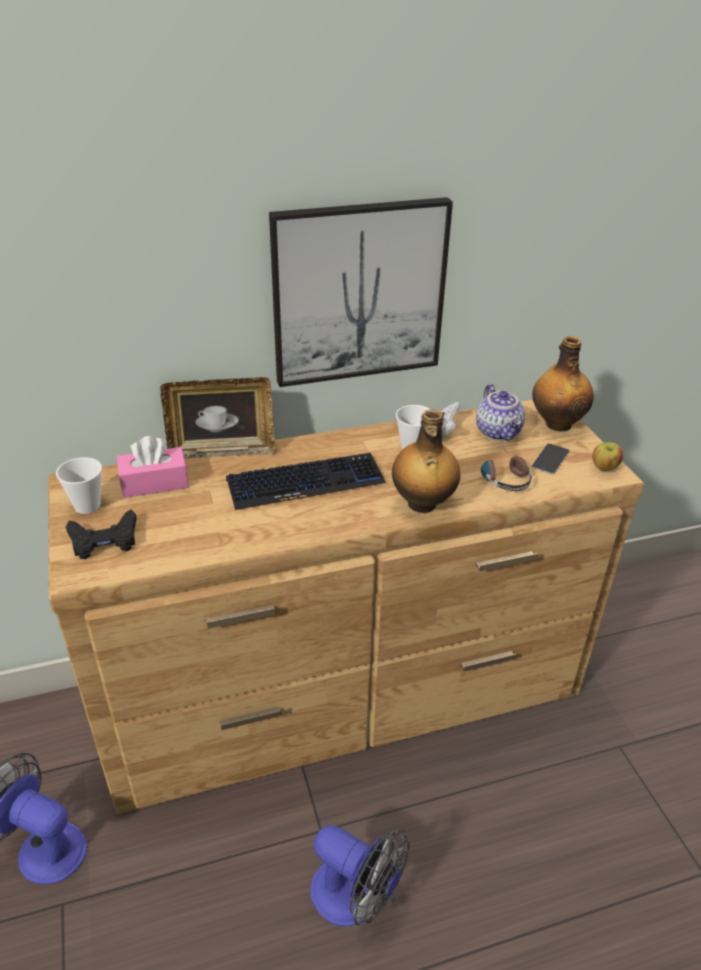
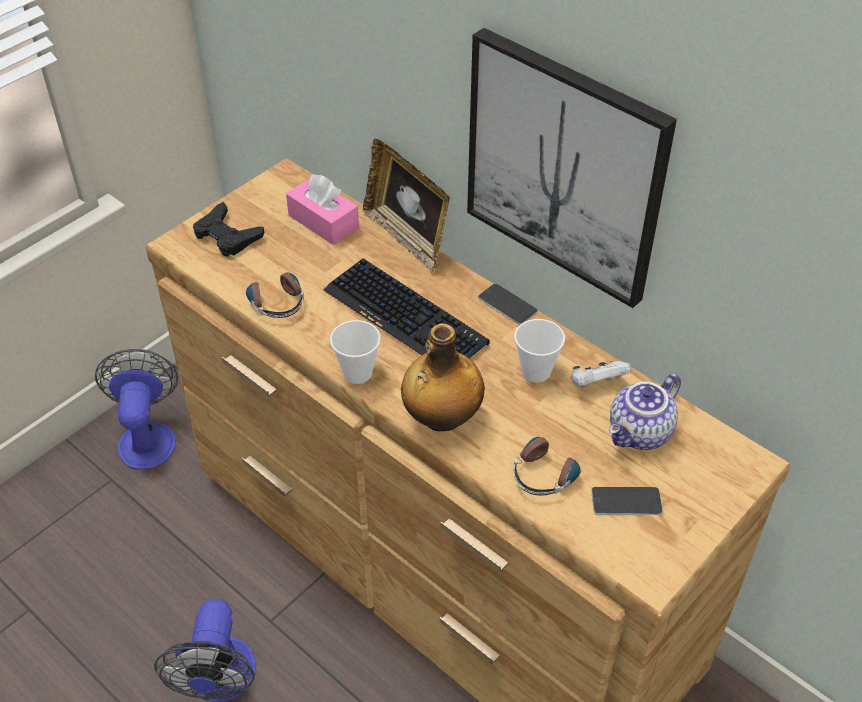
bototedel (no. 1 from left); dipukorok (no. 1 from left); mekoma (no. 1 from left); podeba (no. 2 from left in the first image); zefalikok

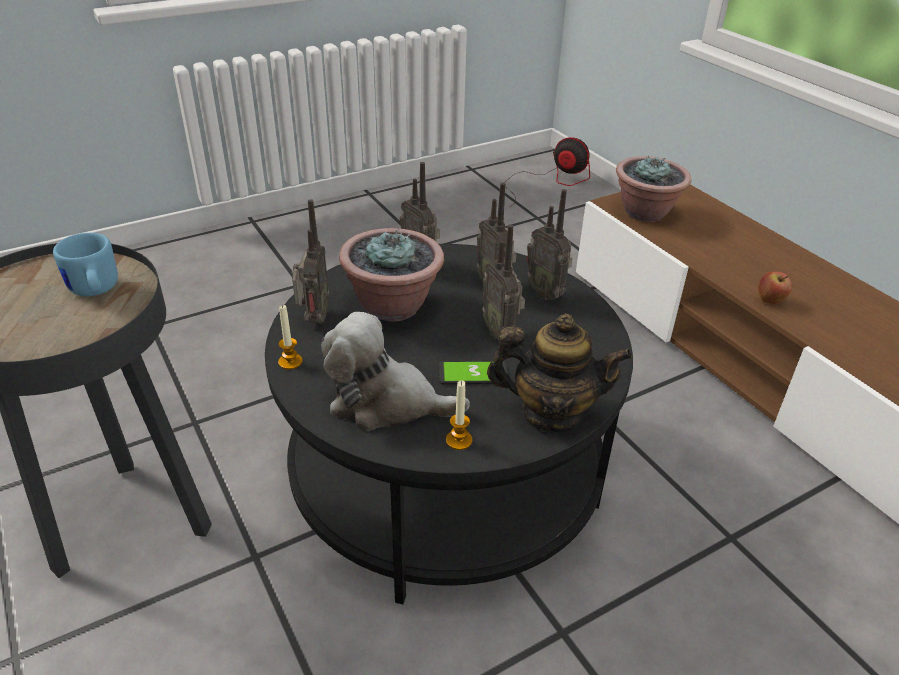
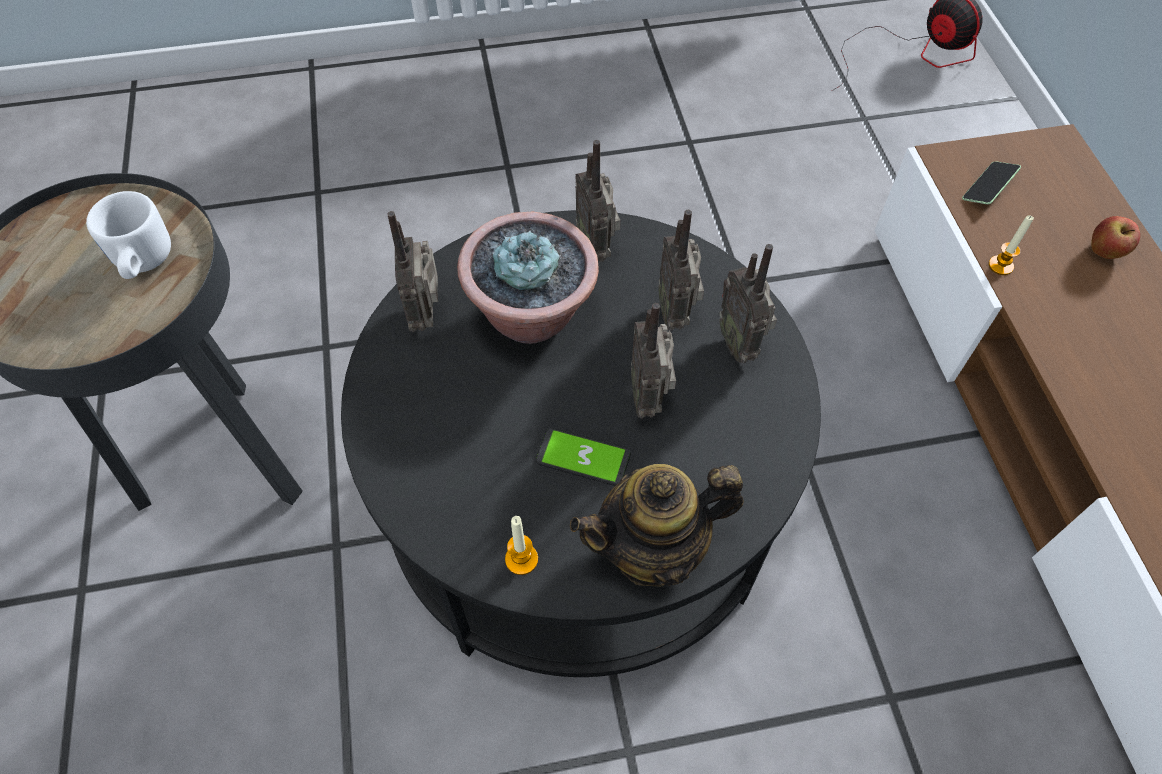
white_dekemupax; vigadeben (no. 1 from left); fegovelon; mekoma (no. 2 from left); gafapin (no. 2 from left); zefalikok; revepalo

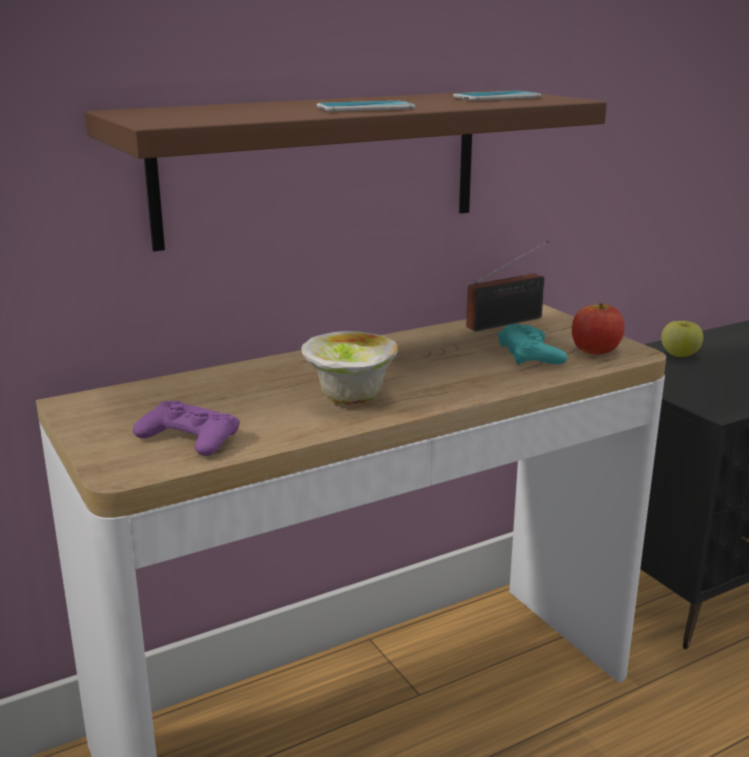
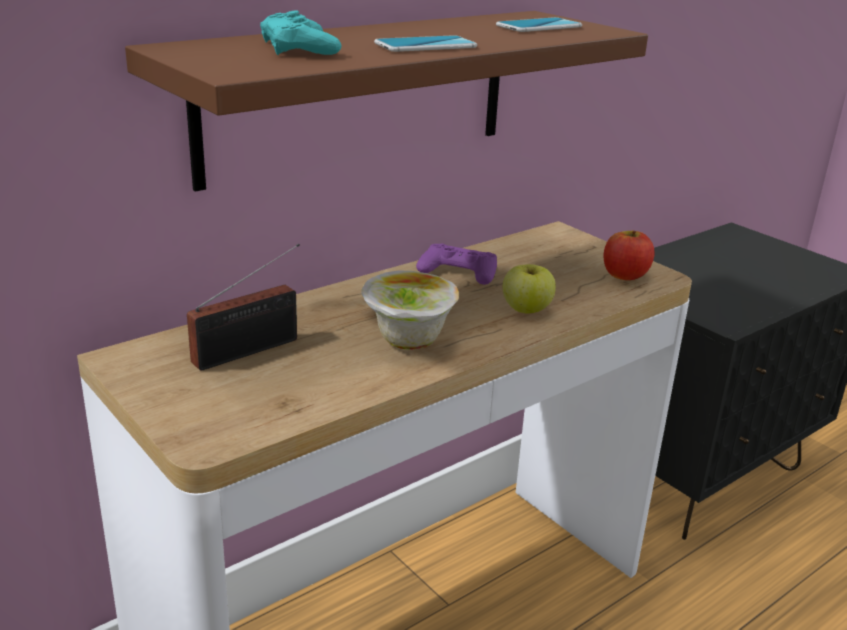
vigadeben; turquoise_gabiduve; purple_gabiduve; zefalikok (no. 1 from left)

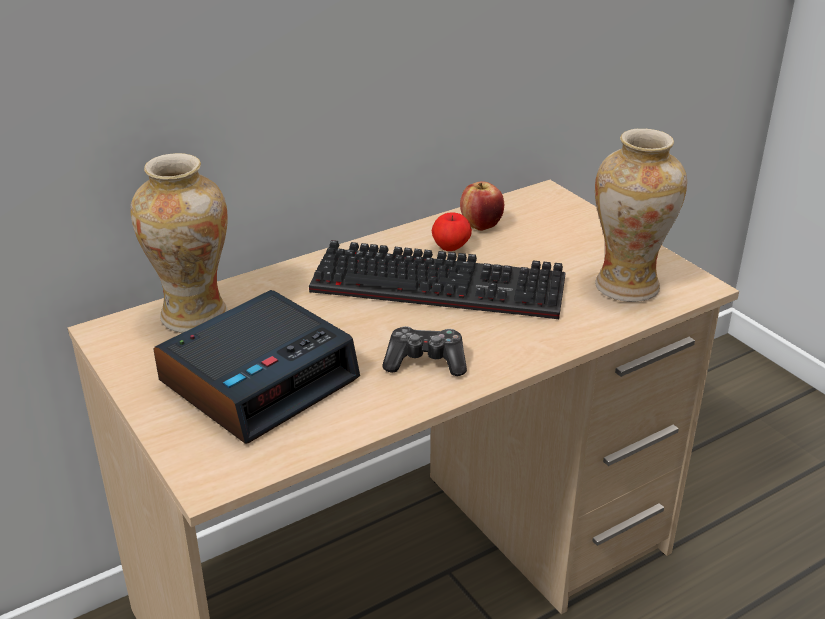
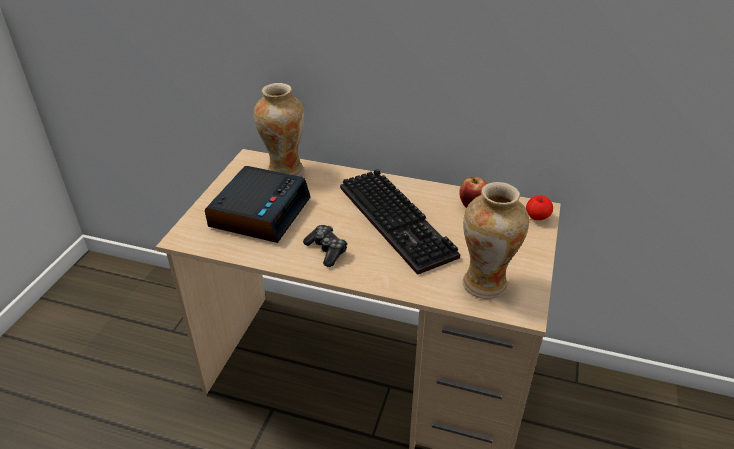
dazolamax; zefalikok (no. 2 from left)

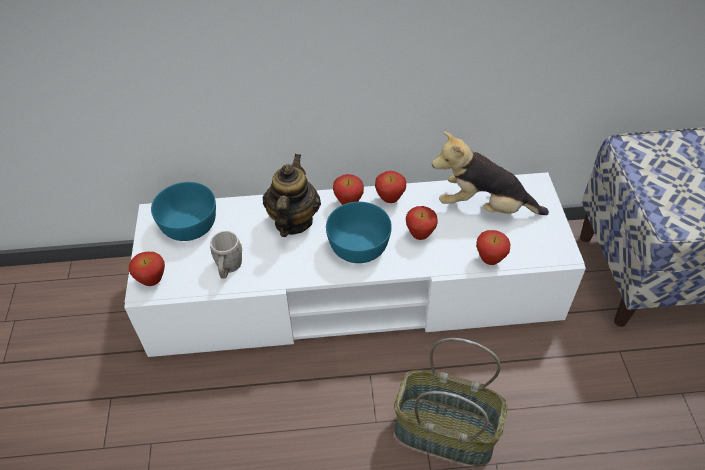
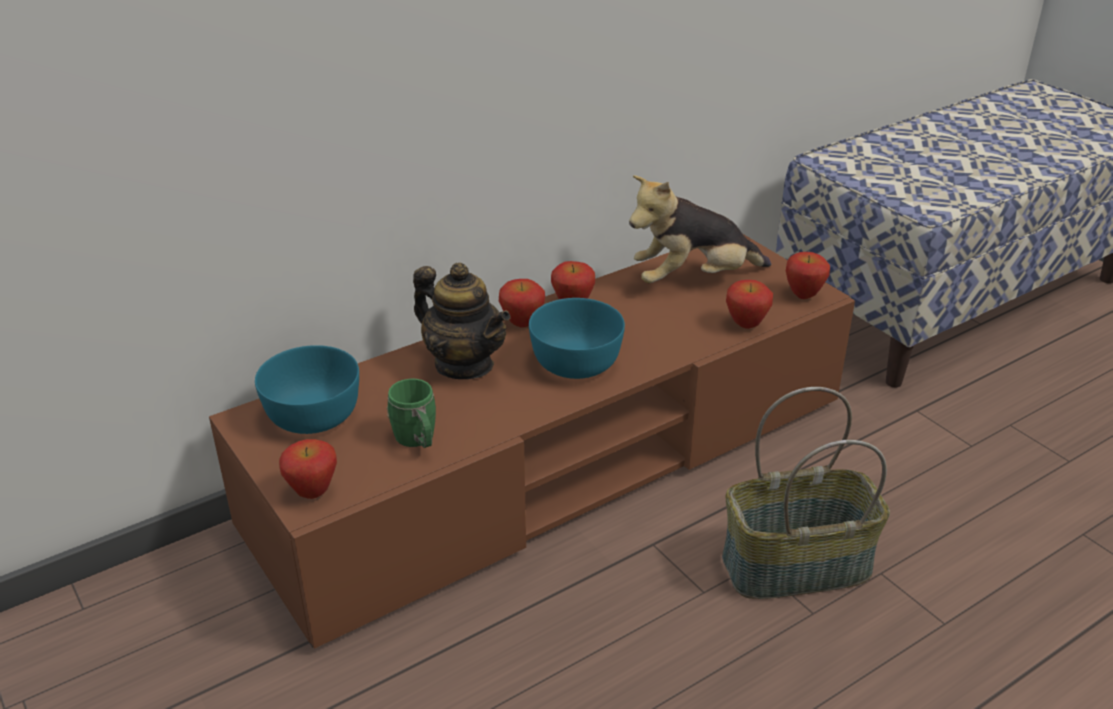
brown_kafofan; green_dekemupax; fegovelon; zefalikok (no. 5 from left)

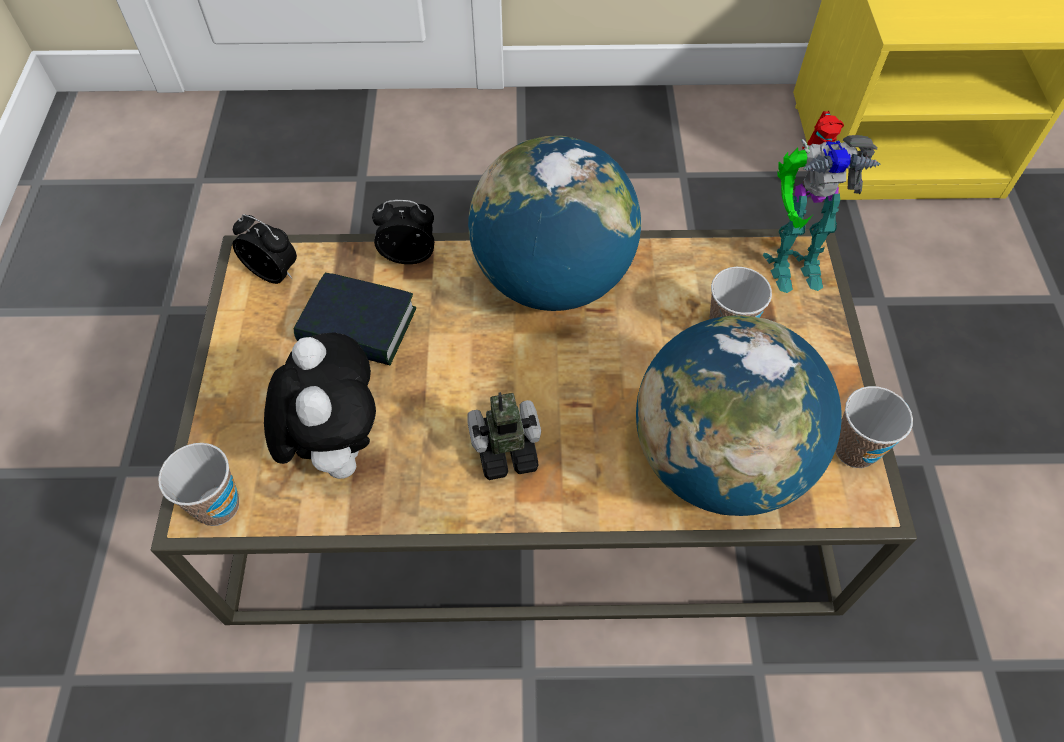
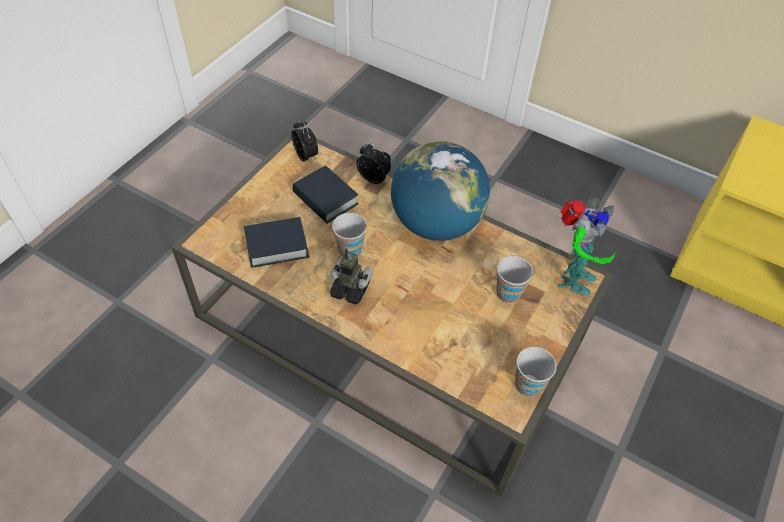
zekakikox (no. 1 from left); dipukorok (no. 1 from left); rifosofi (no. 2 from left); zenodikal (no. 2 from left in the first image)

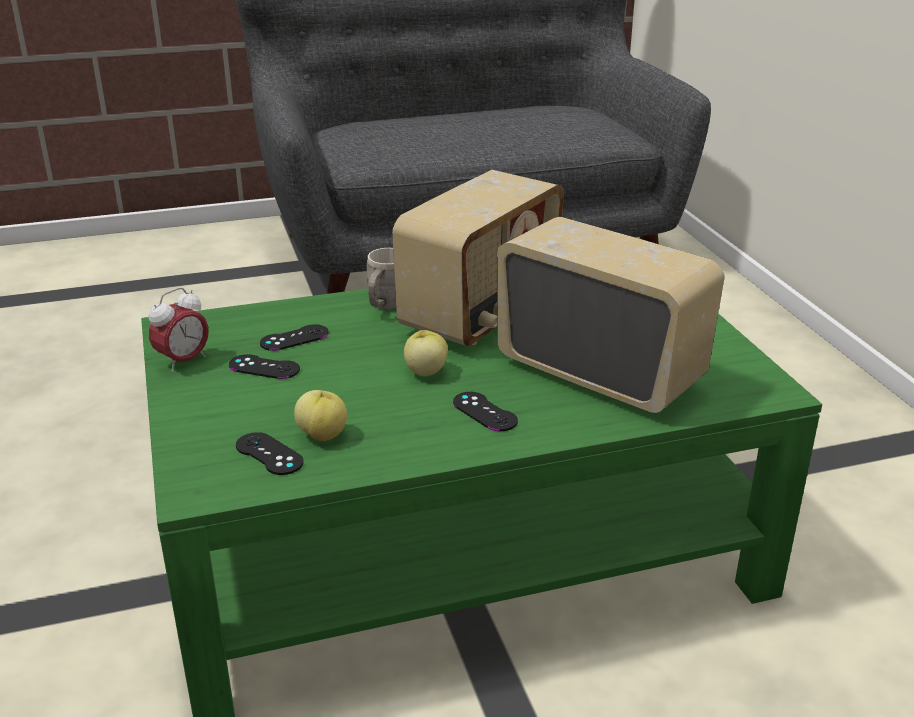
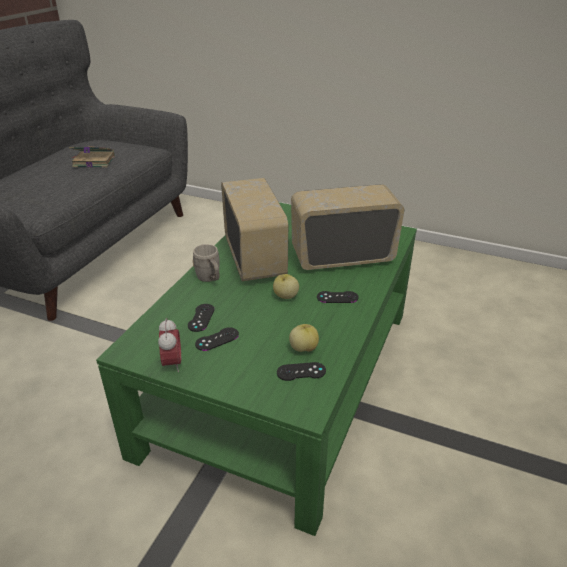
zekakikox

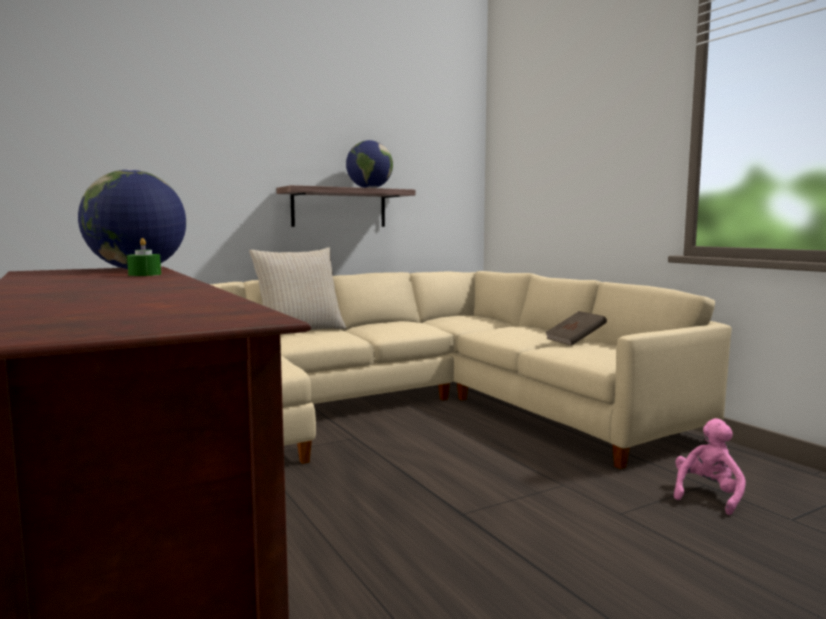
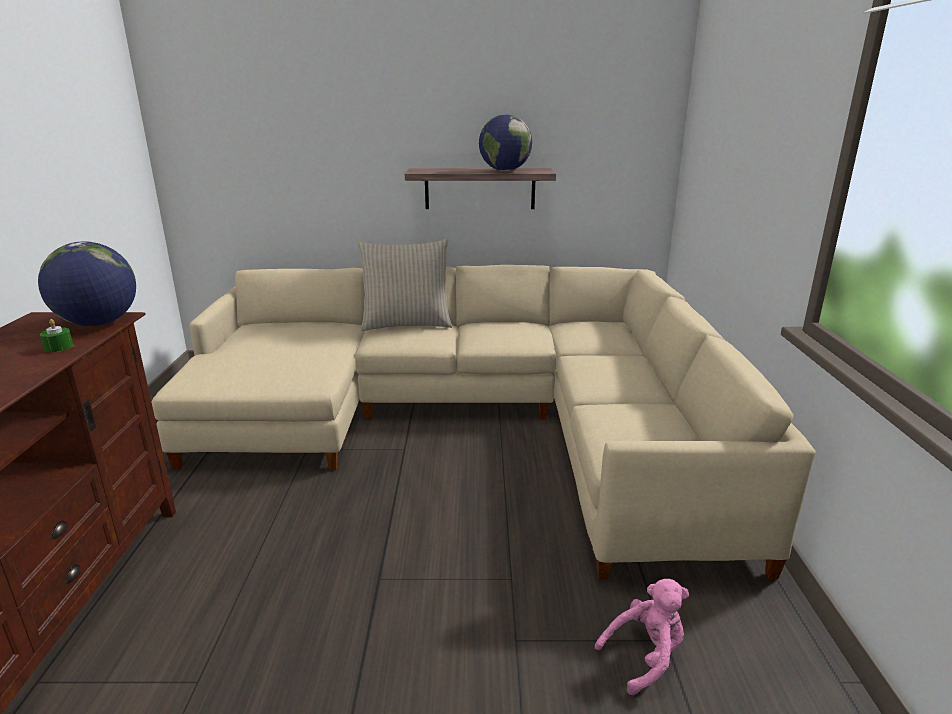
brown_zekakikox

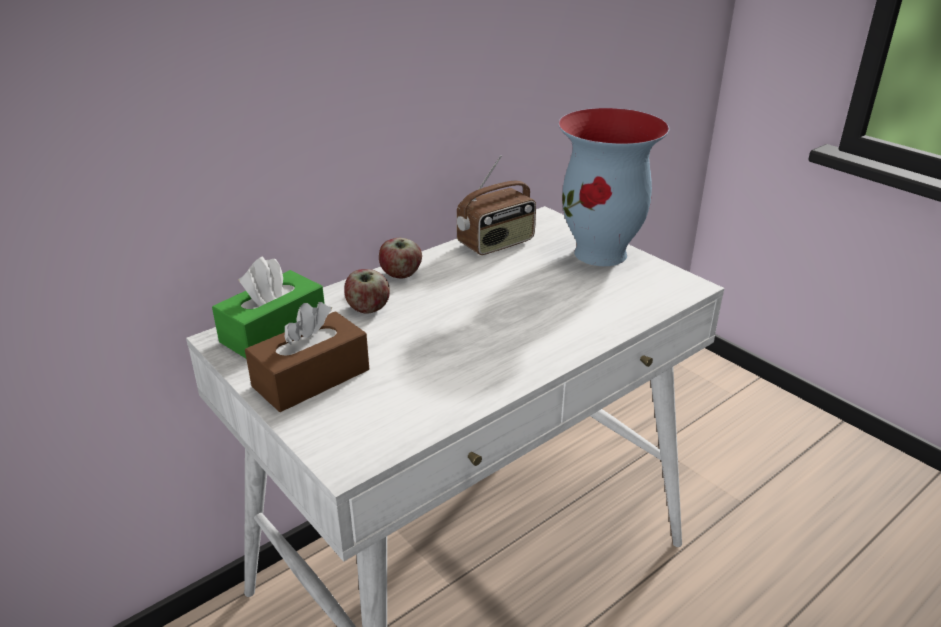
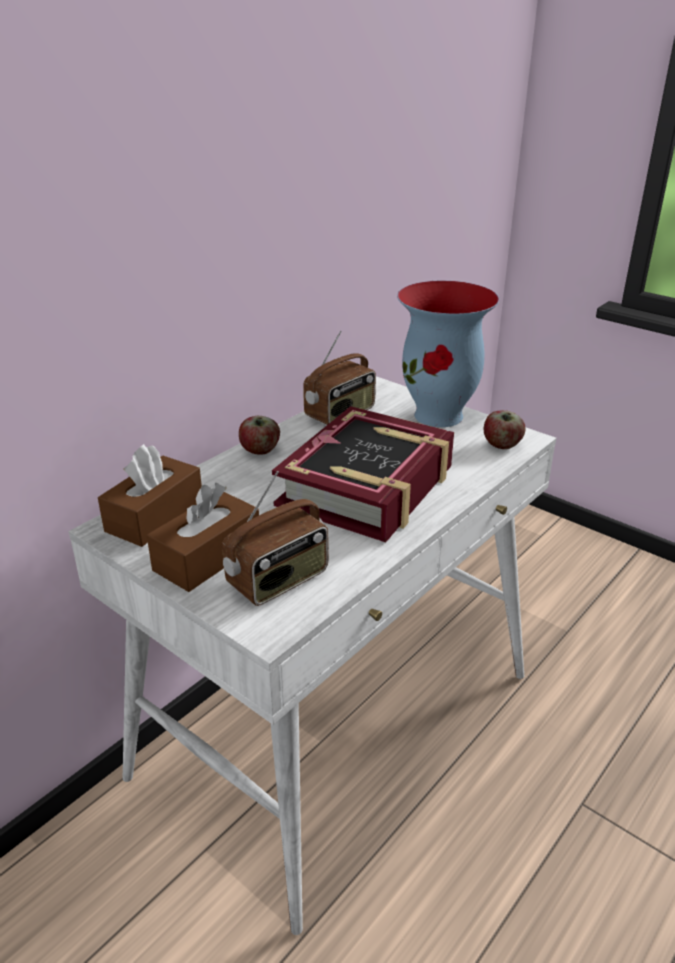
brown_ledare (no. 1 from left); vigadeben (no. 1 from left); zekakikox; zefalikok (no. 2 from left)

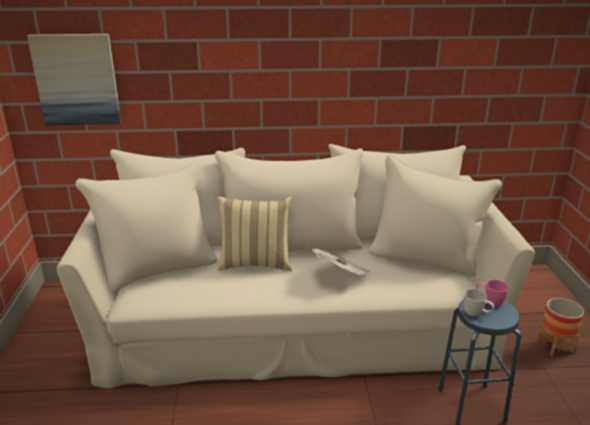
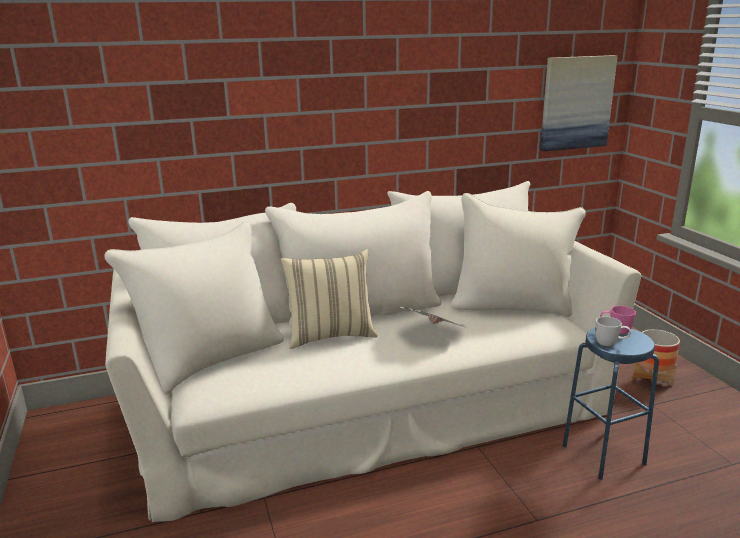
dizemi

